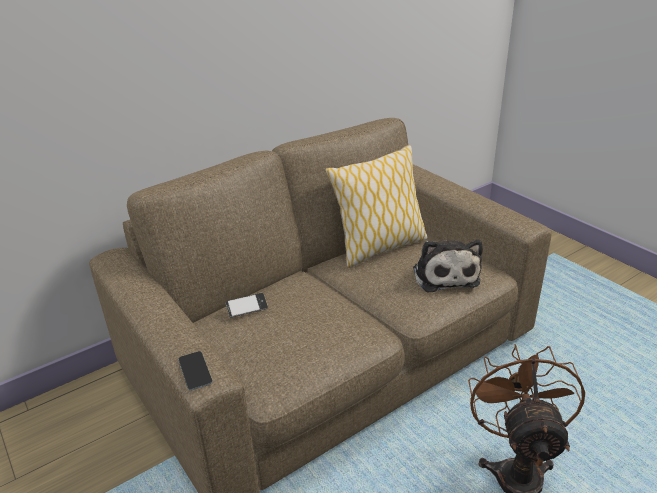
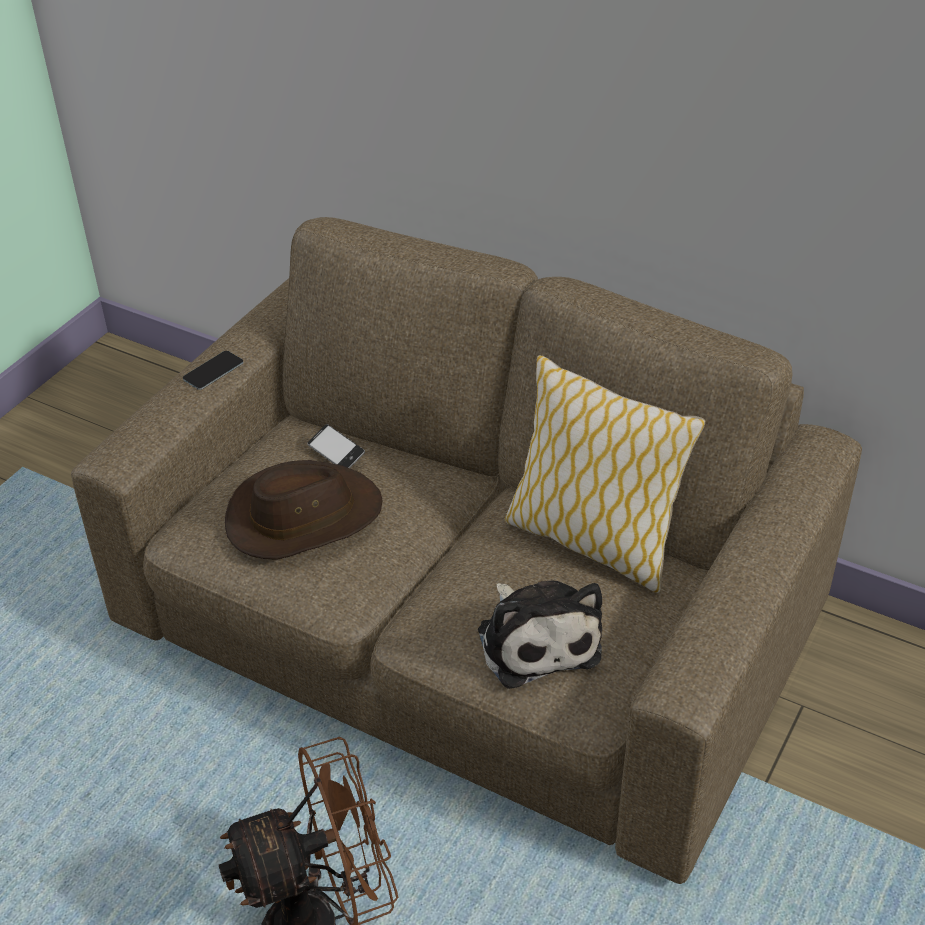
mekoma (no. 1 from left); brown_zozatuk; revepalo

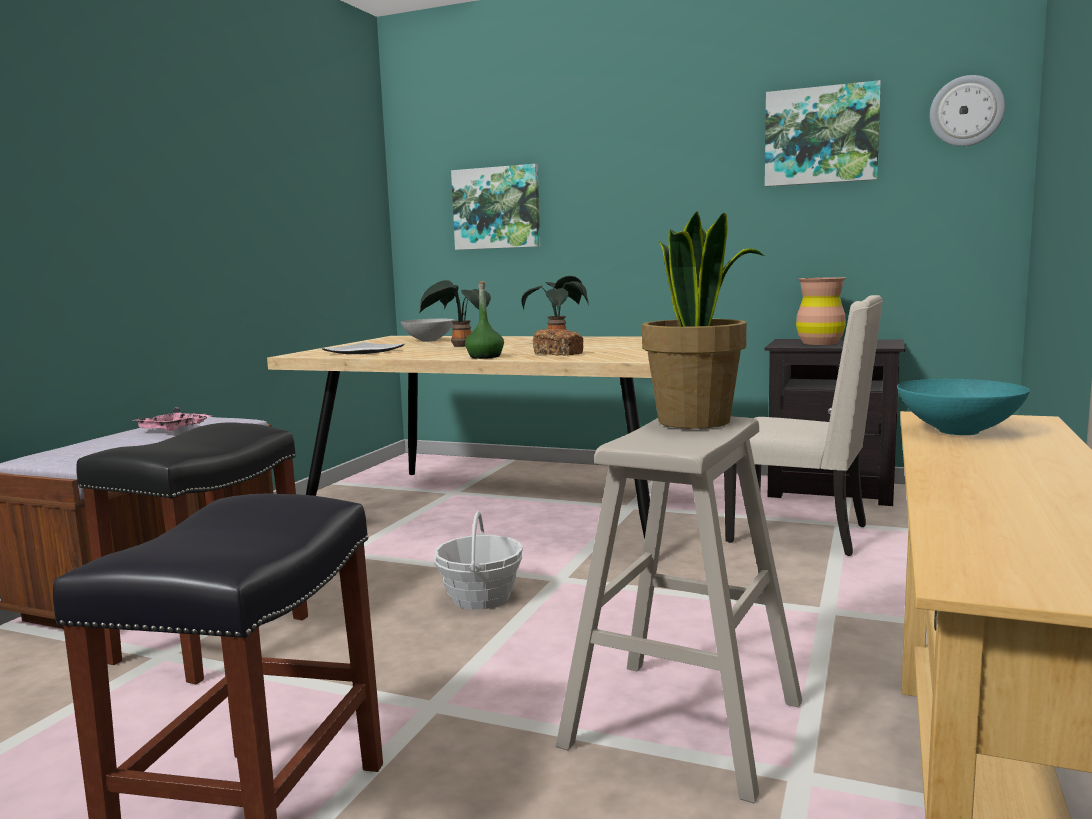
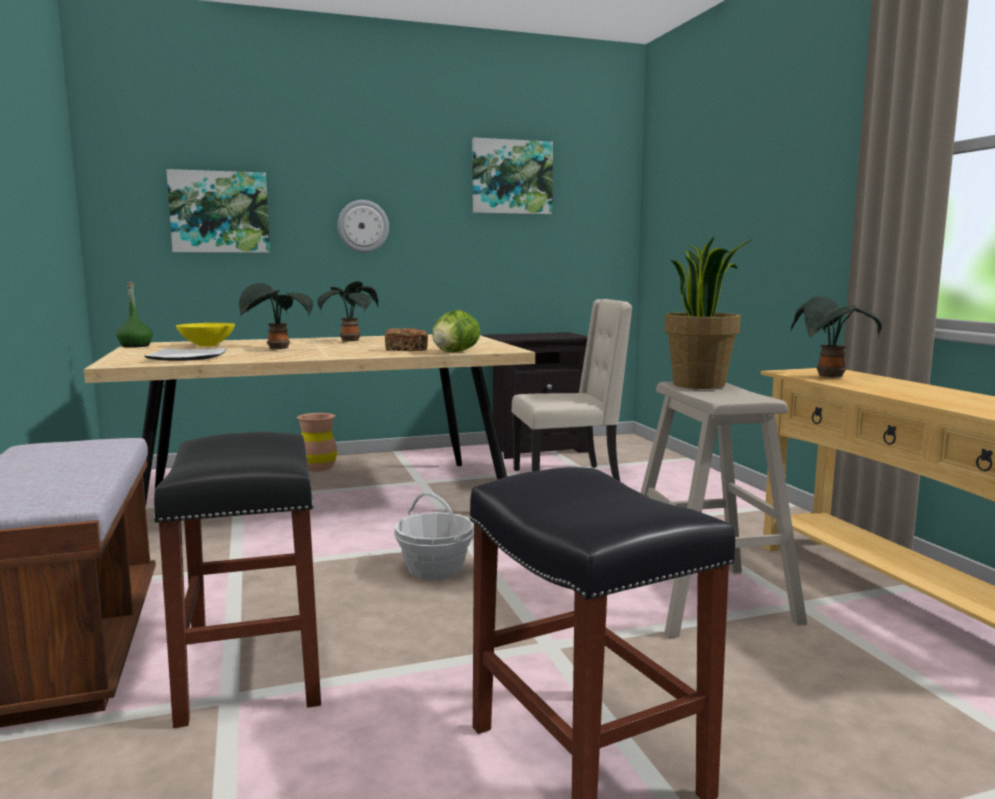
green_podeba; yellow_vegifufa; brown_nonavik; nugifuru; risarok; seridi (no. 4 from left); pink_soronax

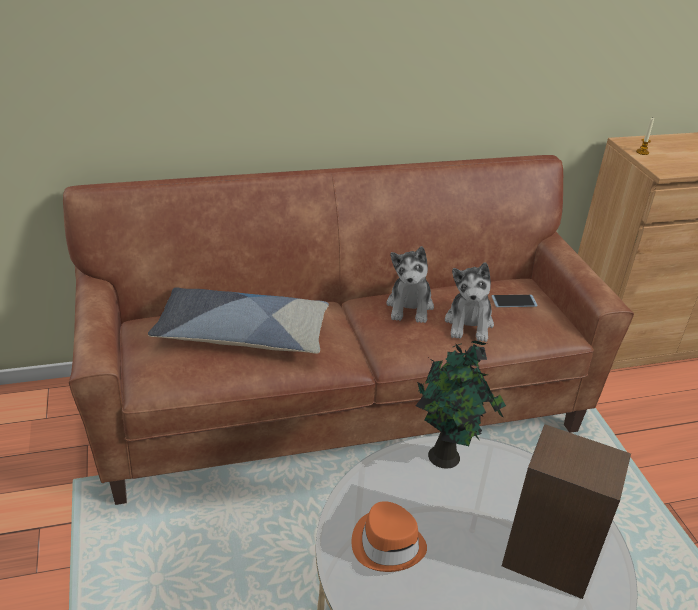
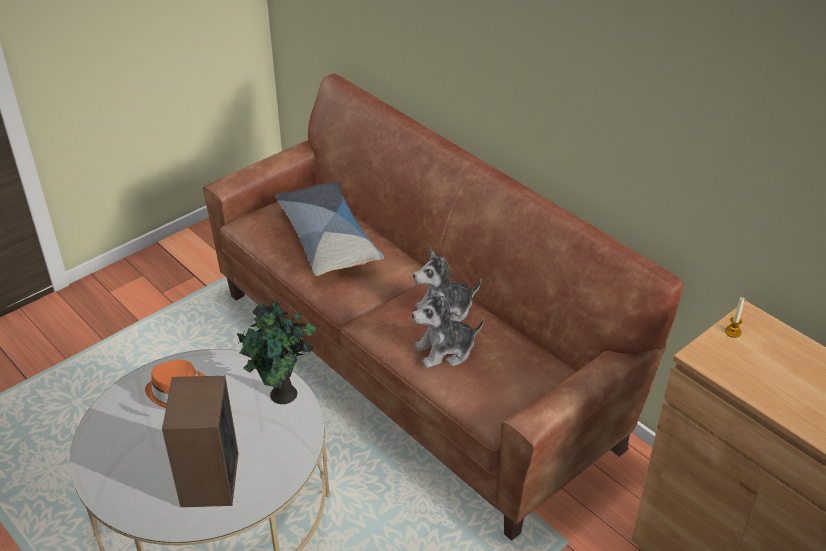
mekoma

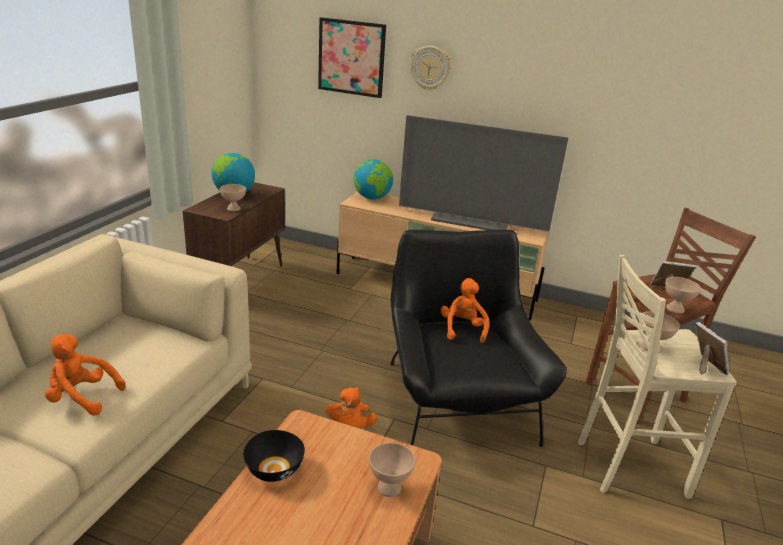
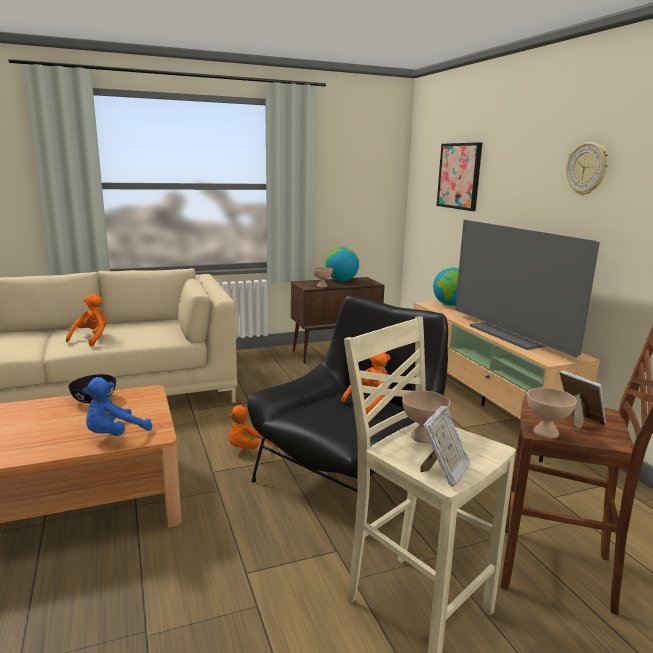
orange_revepalo (no. 1 from left); blue_revepalo; nugifuru

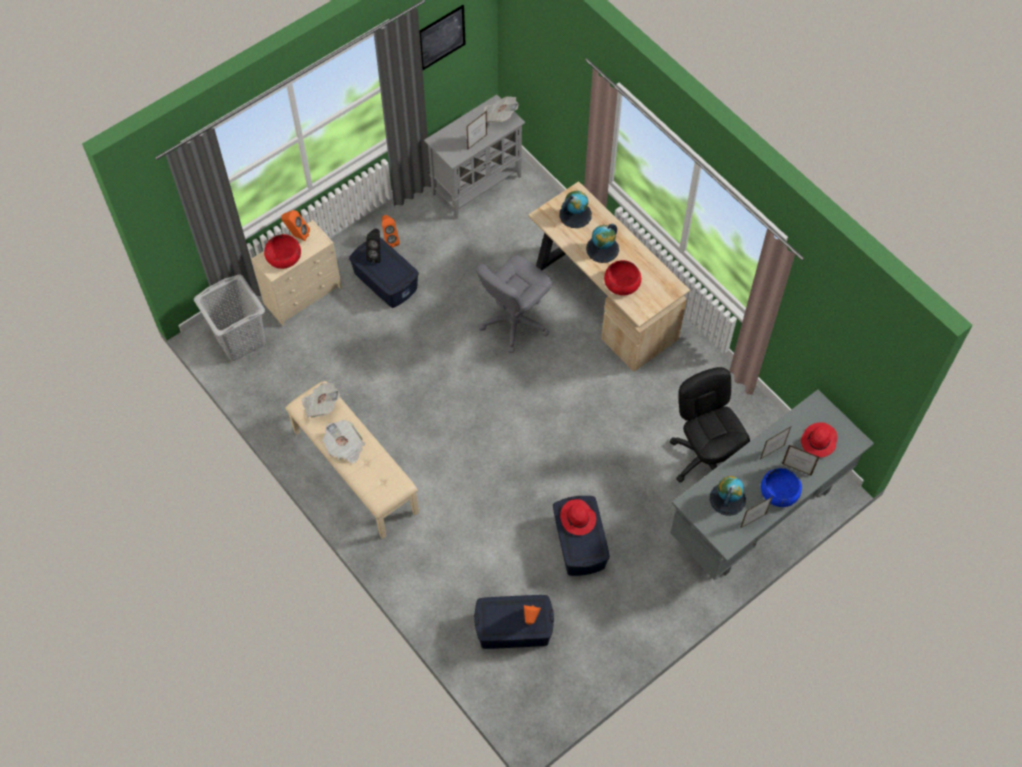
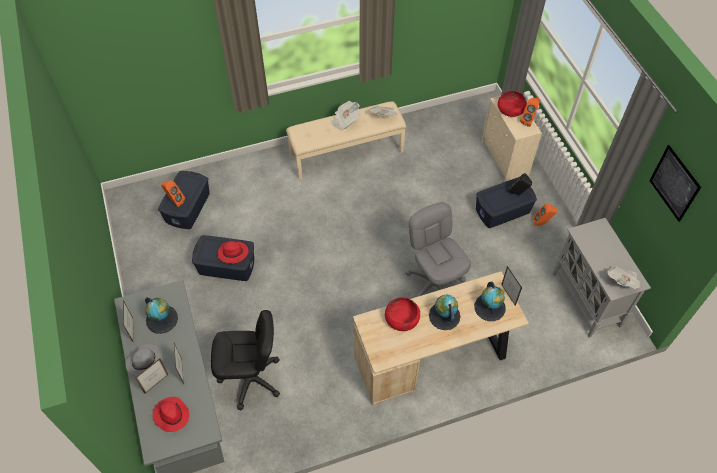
grey_zozatuk; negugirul (no. 4 from left); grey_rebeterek

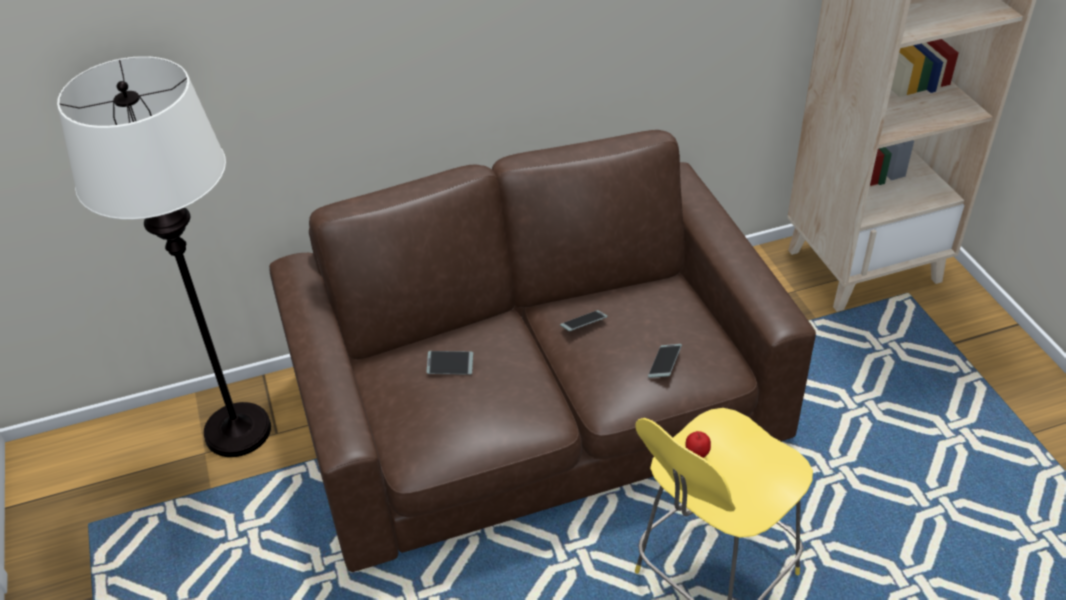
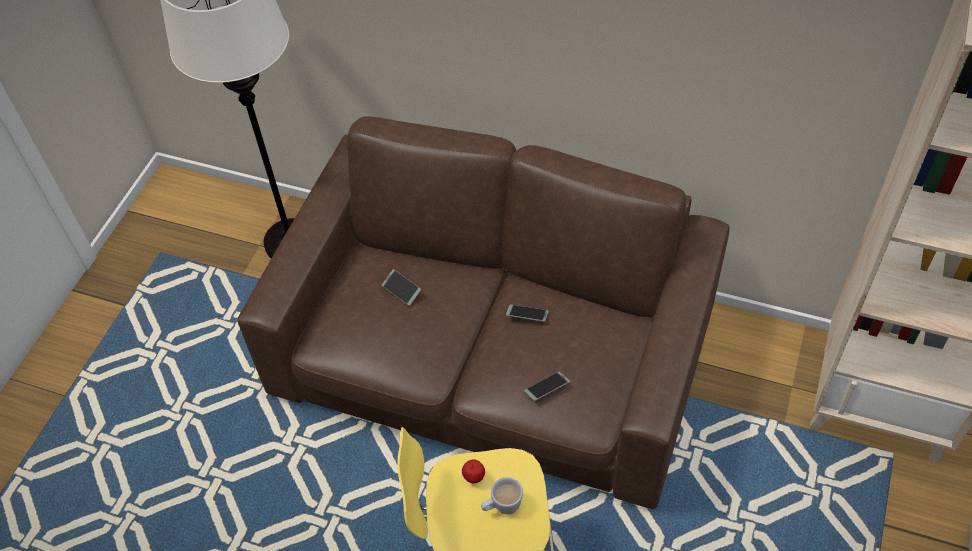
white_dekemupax

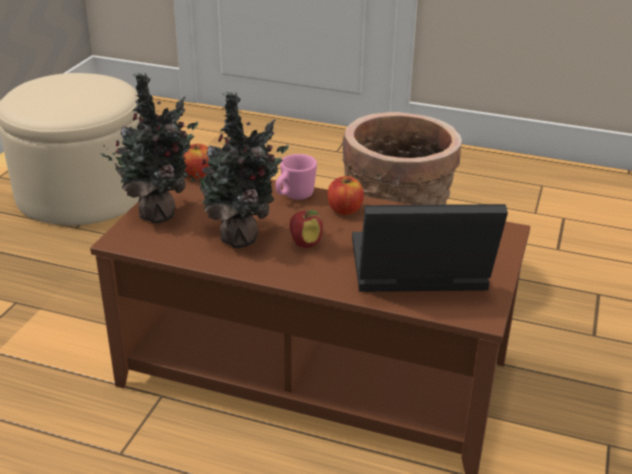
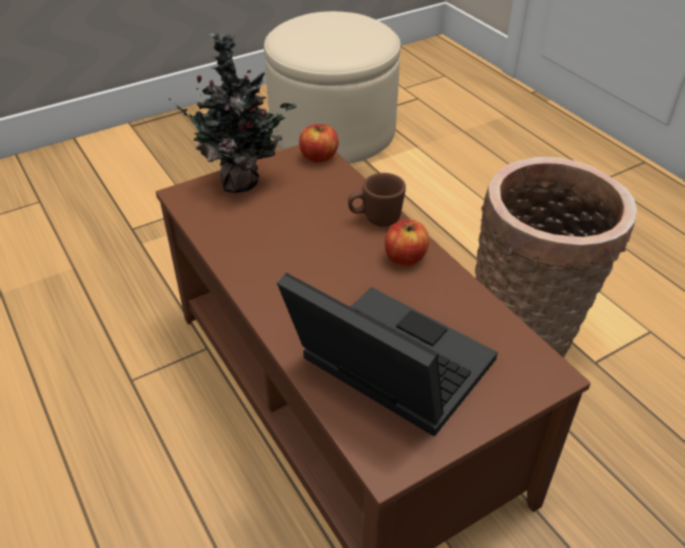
brown_dekemupax; seridi (no. 2 from left in the first image); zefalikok (no. 2 from left in the first image)

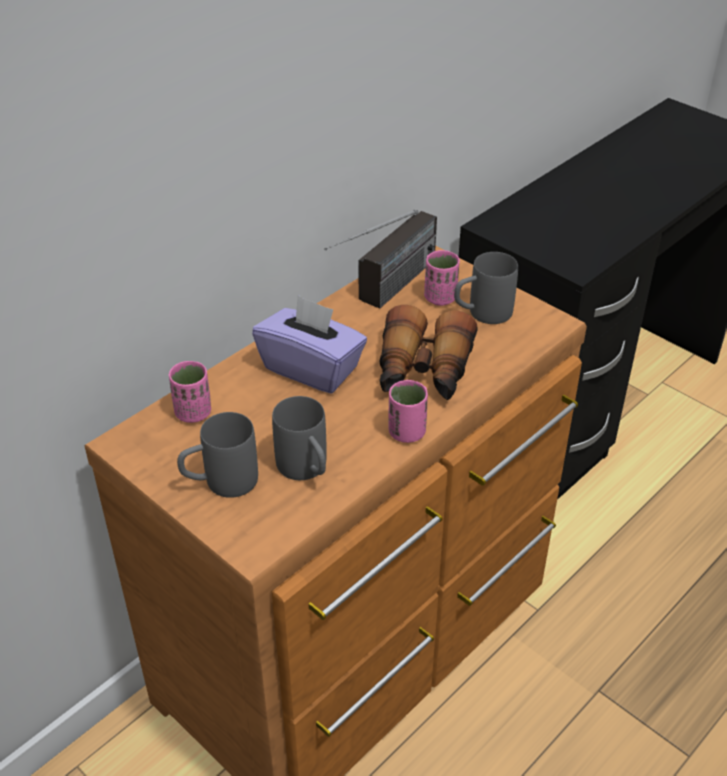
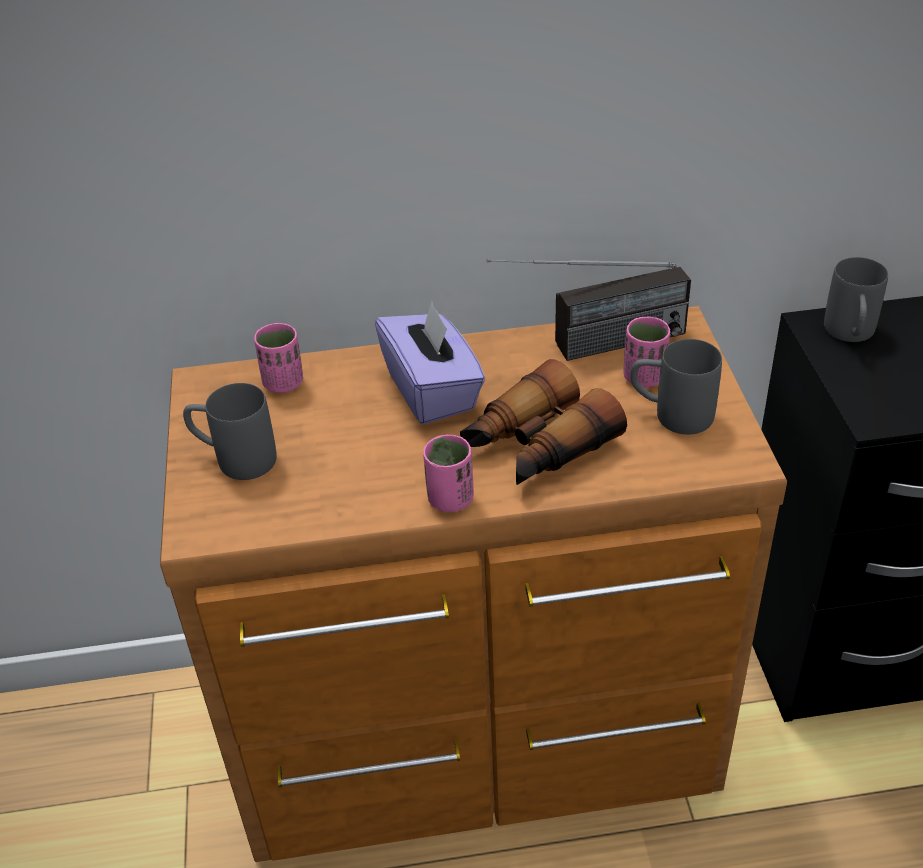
grey_dekemupax (no. 3 from left)

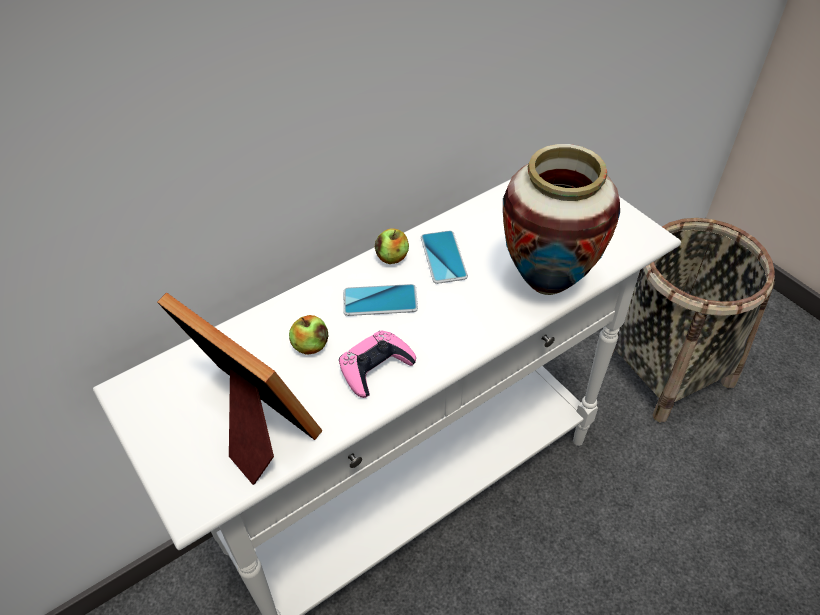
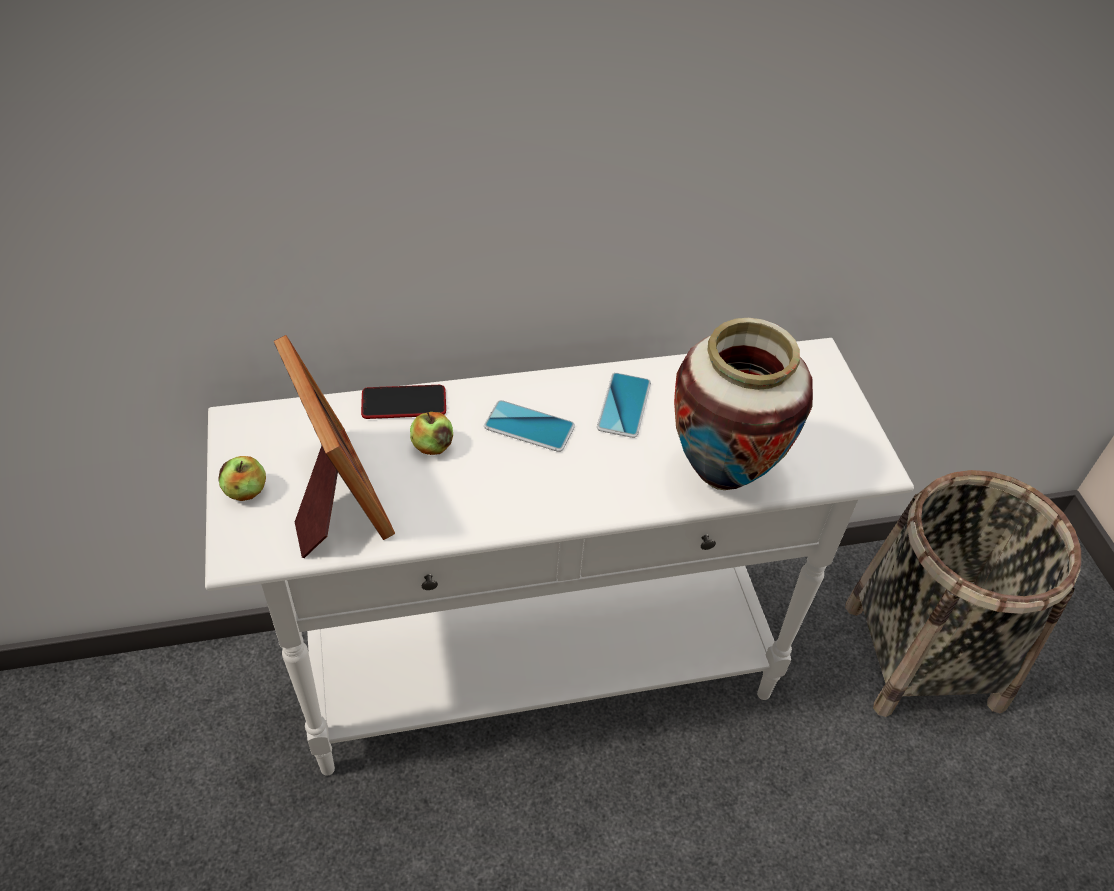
zefalikok (no. 1 from left); mekoma (no. 1 from left); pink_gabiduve

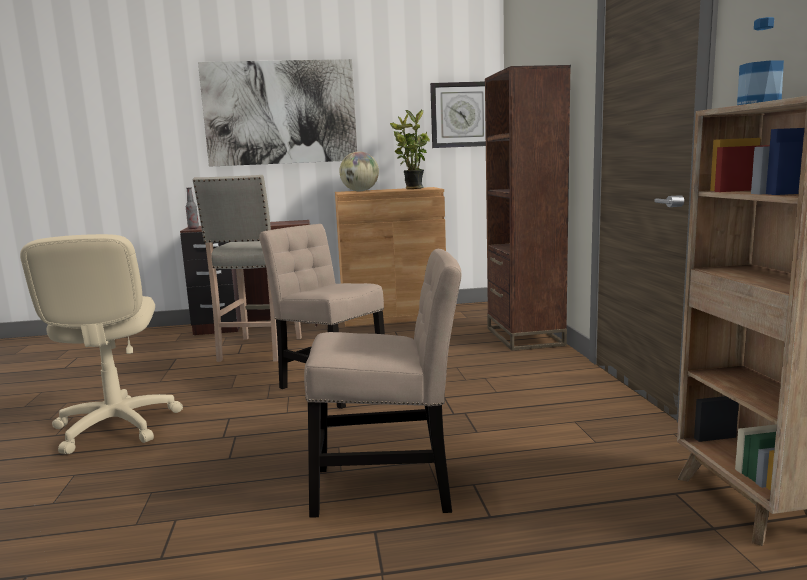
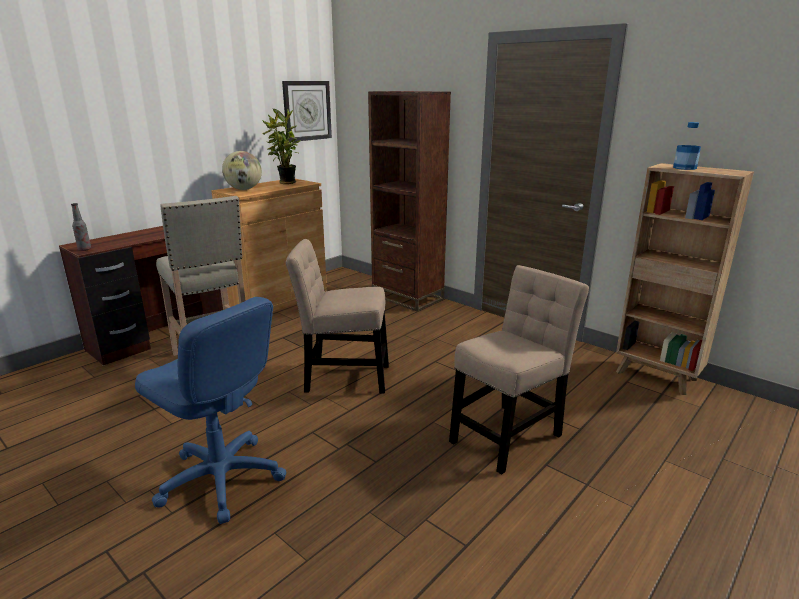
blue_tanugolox; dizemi

